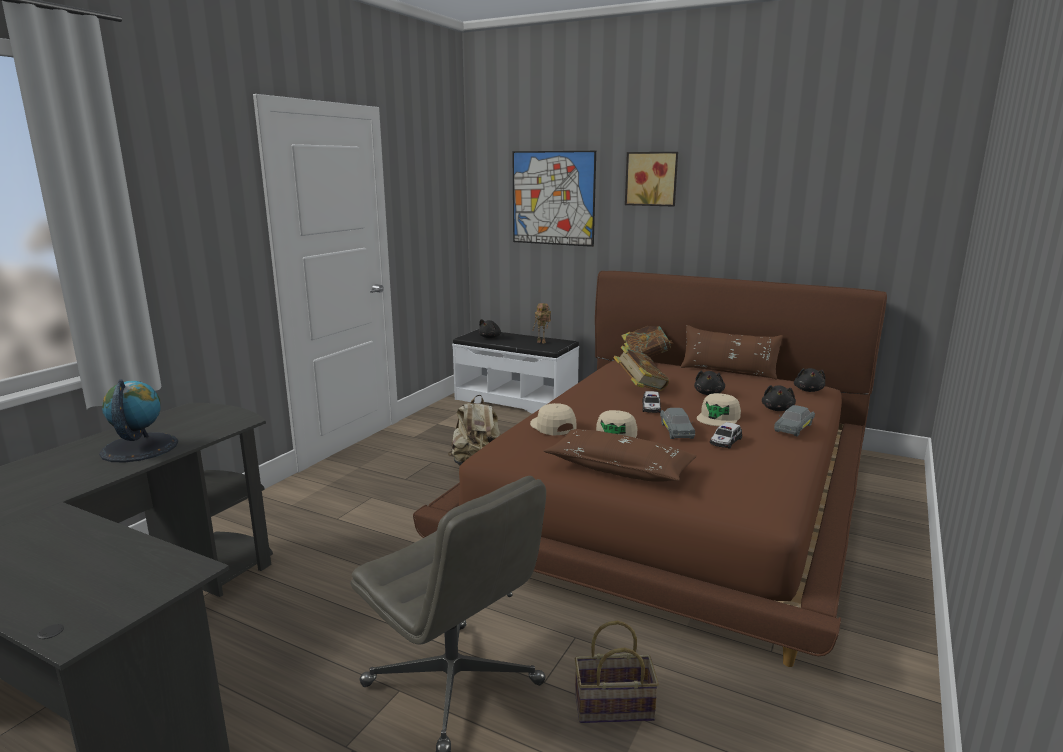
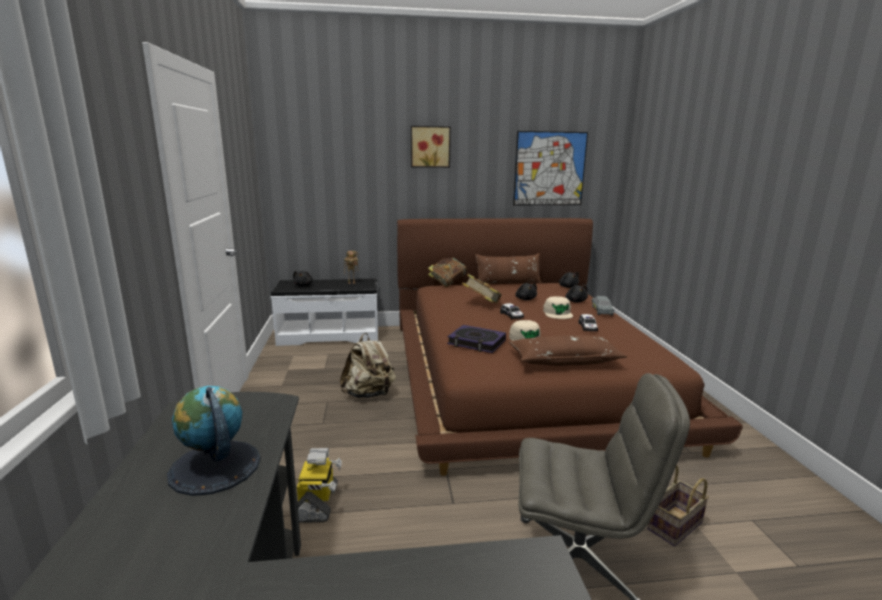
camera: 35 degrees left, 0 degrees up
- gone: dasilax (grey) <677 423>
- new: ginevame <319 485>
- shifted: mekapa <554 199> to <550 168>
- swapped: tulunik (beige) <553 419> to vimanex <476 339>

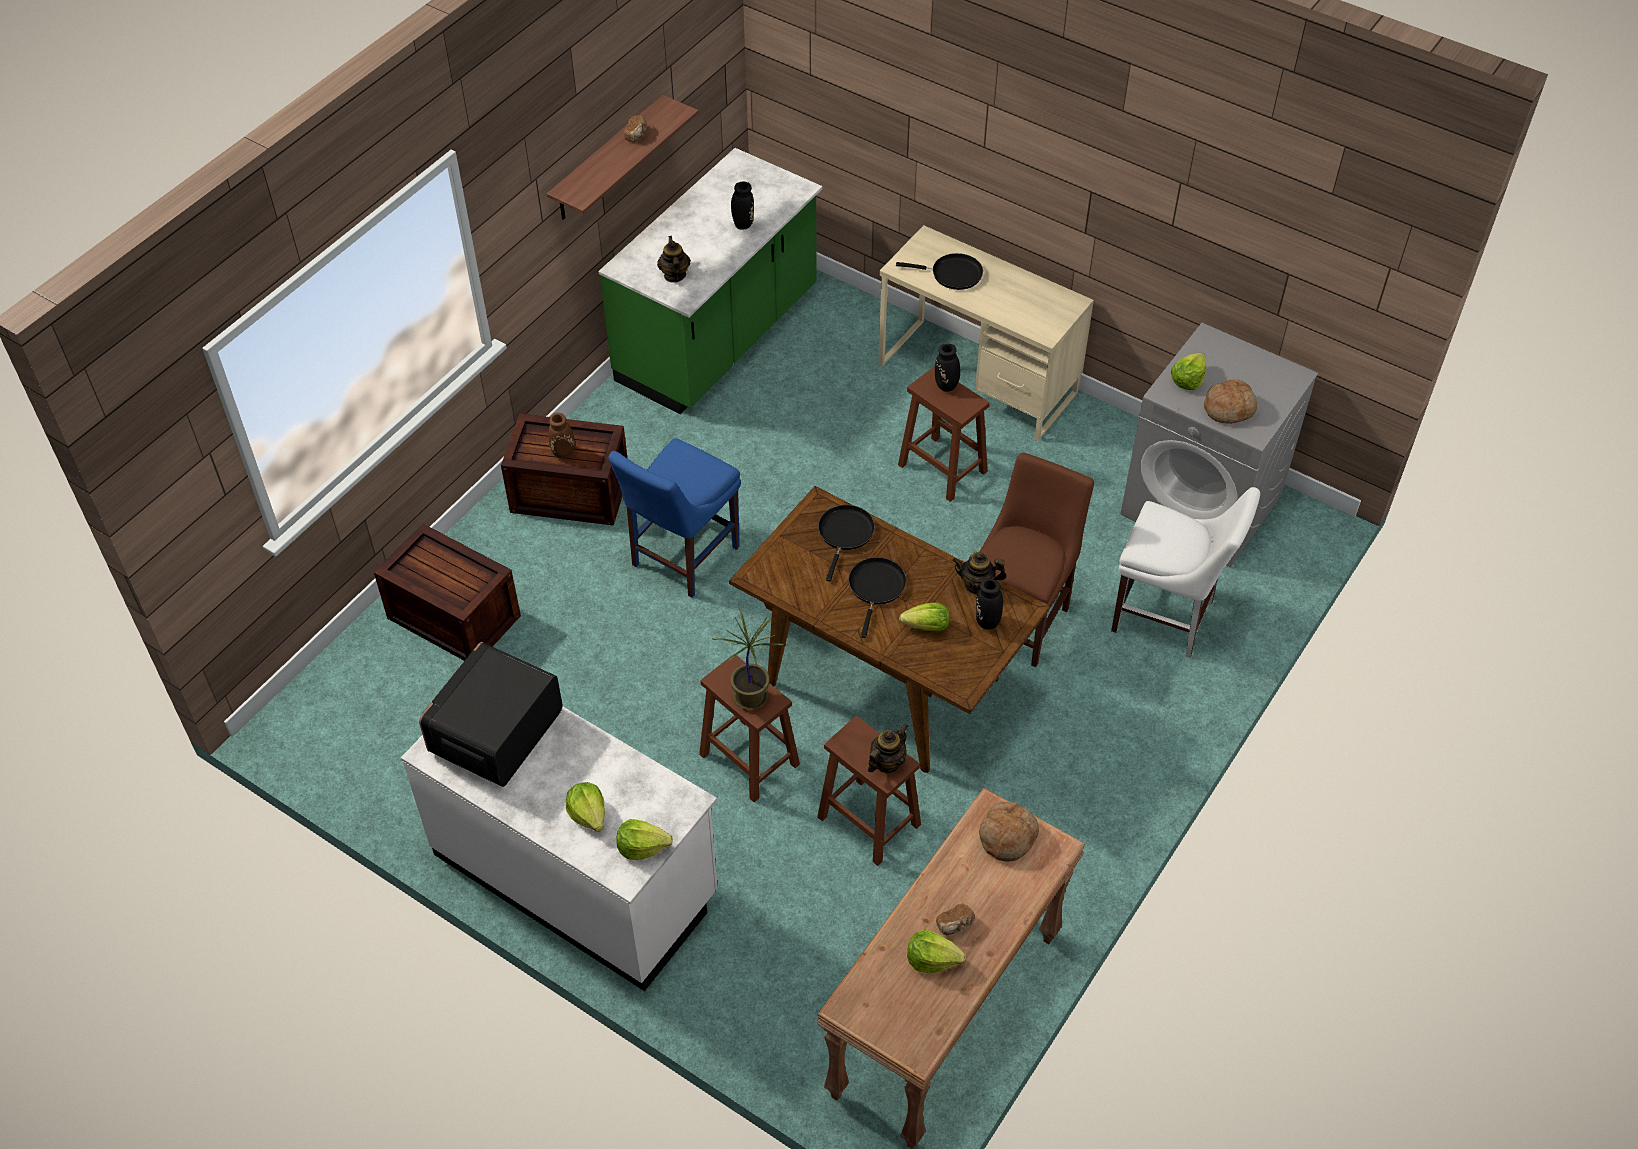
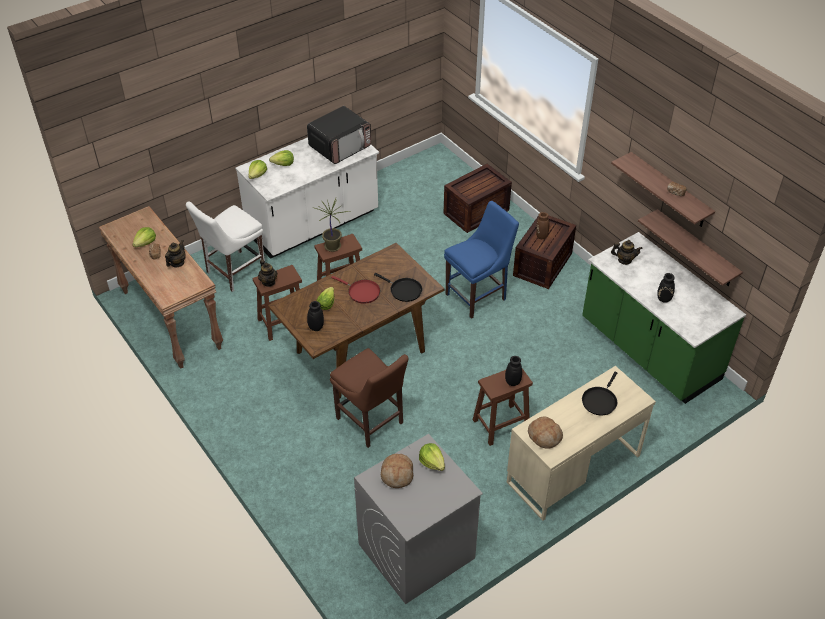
camera: 110 degrees right, 5 degrees down
- new: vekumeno <690 247>
- shifted: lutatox <979 573> to <175 253>
- shifted: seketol <1009 832> to <545 432>
- shifted: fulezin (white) <1185 572> to <225 246>
- repainted: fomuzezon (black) <877 597> to fomuzezon (red) <355 290>
- rotated: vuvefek <491 714> = <339 135> 90 degrees clockwise
- rotated: fulezin (blue) <675 518> = <481 260> 90 degrees clockwise

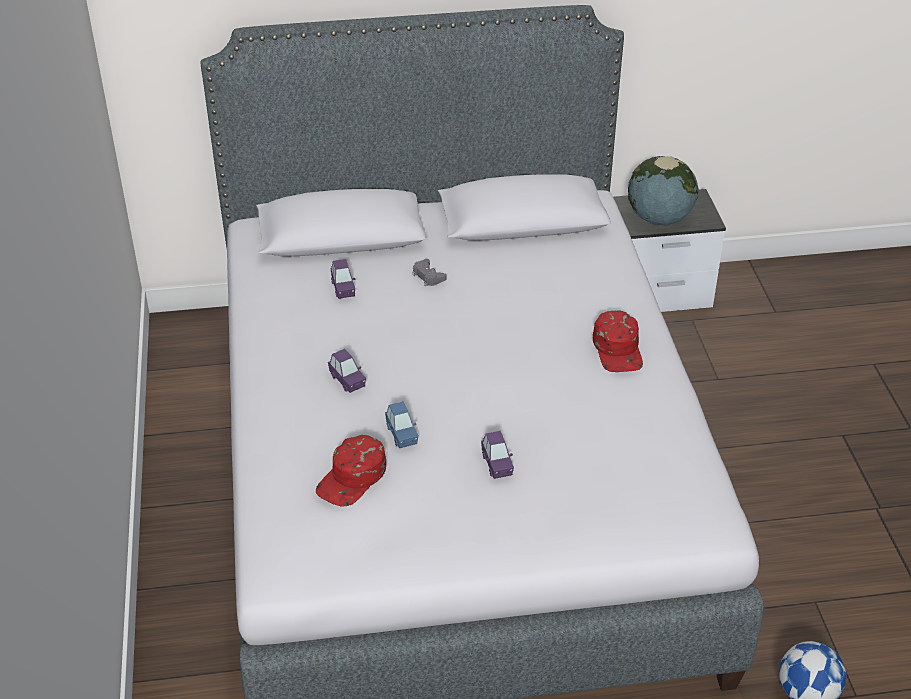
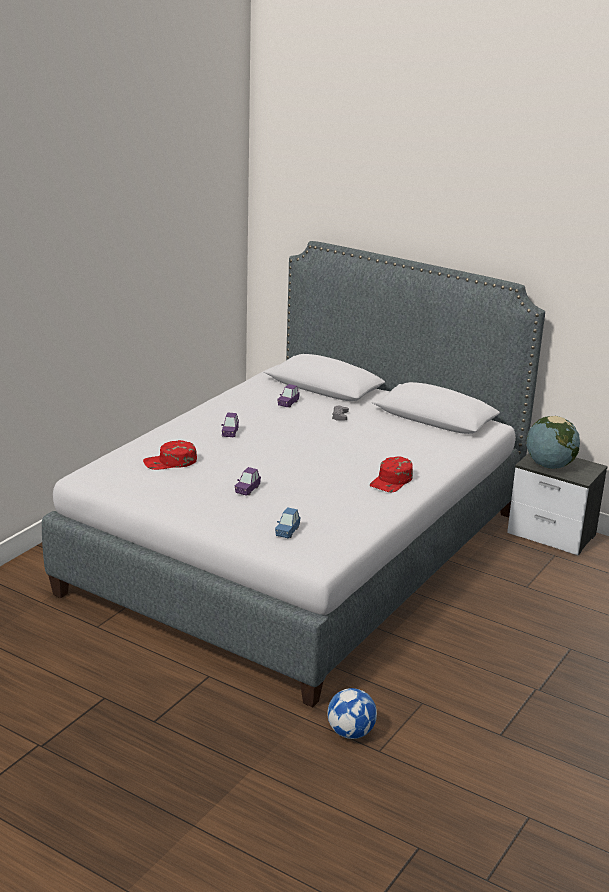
camera: 40 degrees right, 15 degrees down
- shifted: dasilax (blue) <401 424> to <288 522>

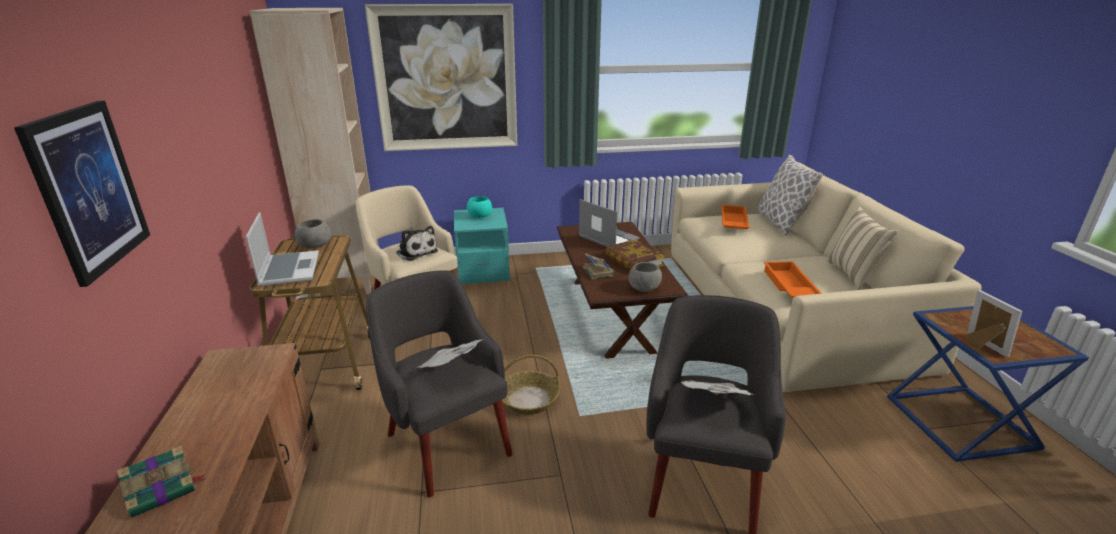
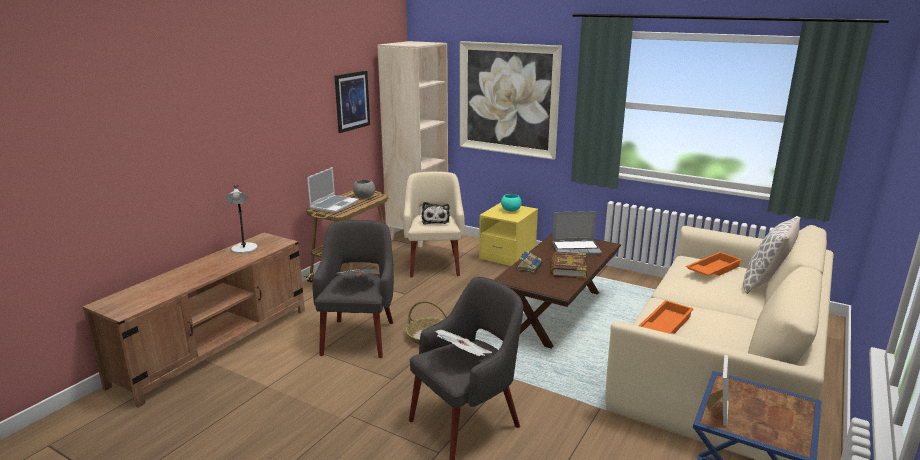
camera: 40 degrees right, 5 degrees down
- gone: vimanex <161 482>
- gone: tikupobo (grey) <645 277>
- gone: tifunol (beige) <862 248>
- new: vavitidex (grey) <241 219>
- shifted: mekapa <82 193> to <352 102>
- repainted: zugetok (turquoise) <482 246> to zugetok (yellow) <508 234>
- rotated: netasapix <609 223> = <577 233> 90 degrees clockwise

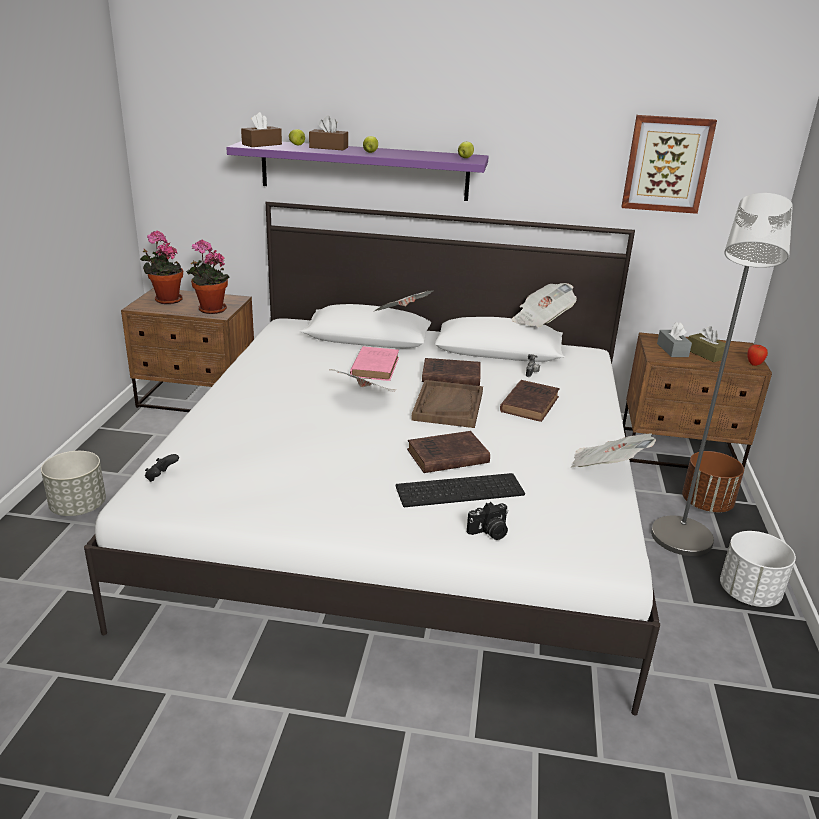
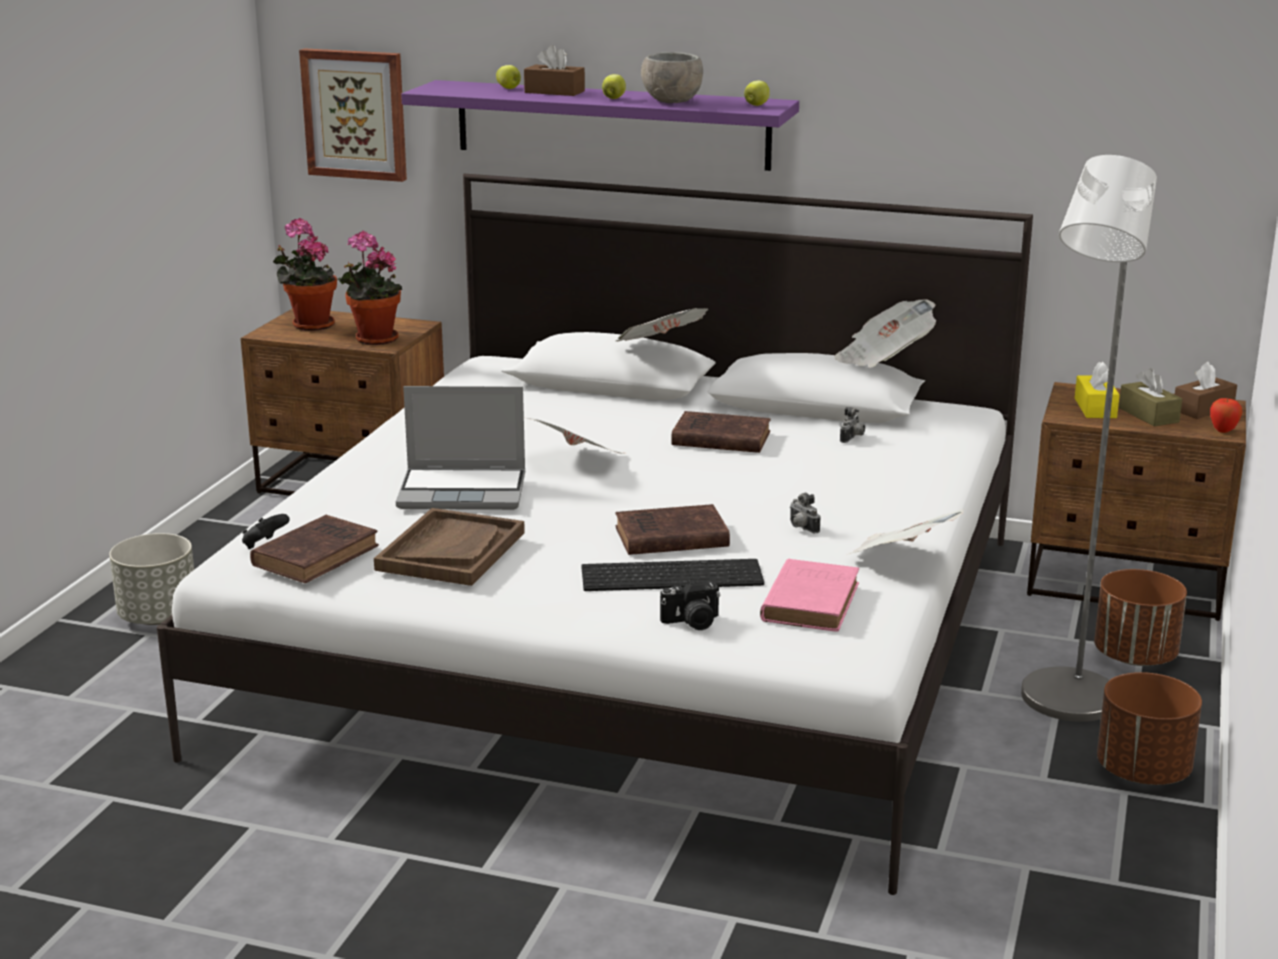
camera: 10 degrees right, 5 degrees down
- new: netasapix <460 448>
- new: tikupobo (grey) <672 77>
- new: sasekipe <805 513>
- shifted: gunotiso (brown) <261 129> to <1206 390>
- shifted: vimanex (pink) <374 363> to <809 595>
- shifted: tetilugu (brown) <447 404> to <449 547>
- shifted: vimanex (brown) <530 401> to <314 549>
- shifted: mekapa <669 164> to <353 115>
- repainted: gunotiso (grey) <674 339> to gunotiso (yellow) <1097 390>
- repainted: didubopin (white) <758 569> to didubopin (brown) <1149 728>

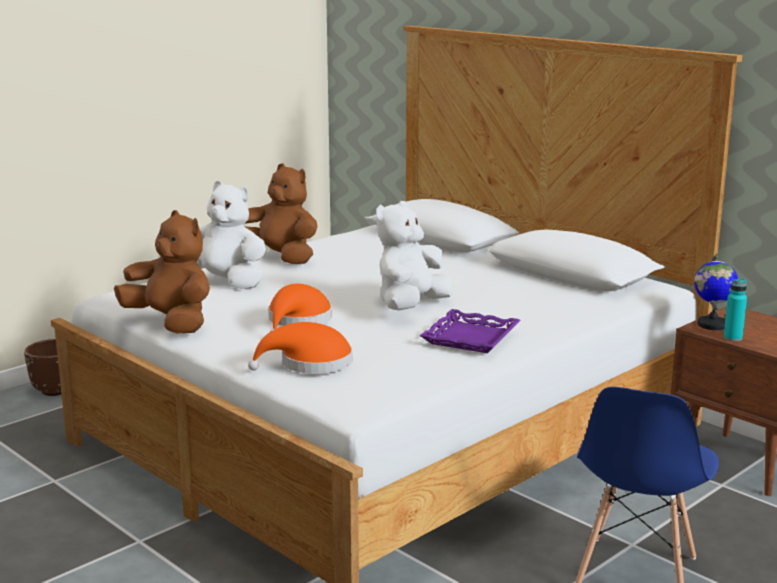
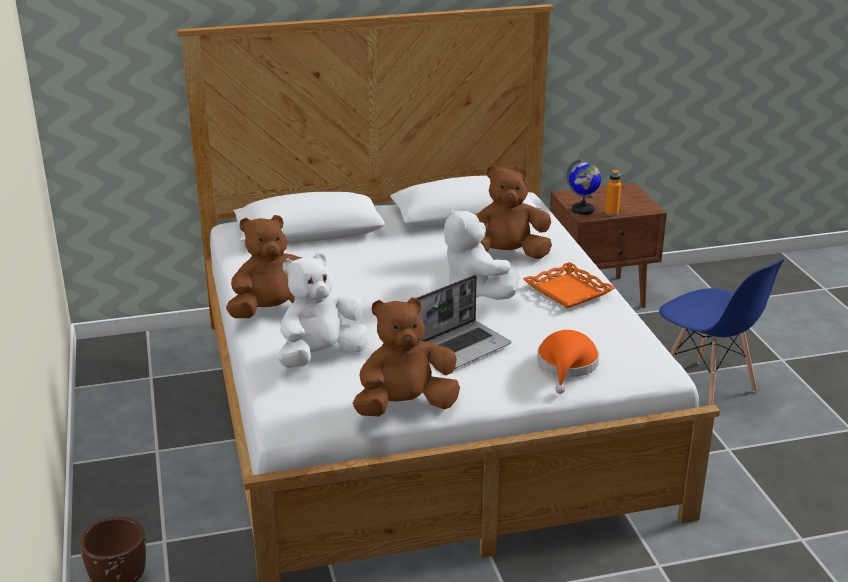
camera: 60 degrees left, 10 degrees up
- new: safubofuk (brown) <514 212>
- swapped: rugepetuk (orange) <300 308> to netasapix <464 322>
- repainted: tetilugu (purple) <470 331> to tetilugu (orange) <569 285>
- repainted: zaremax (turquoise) <735 309> to zaremax (orange) <613 192>

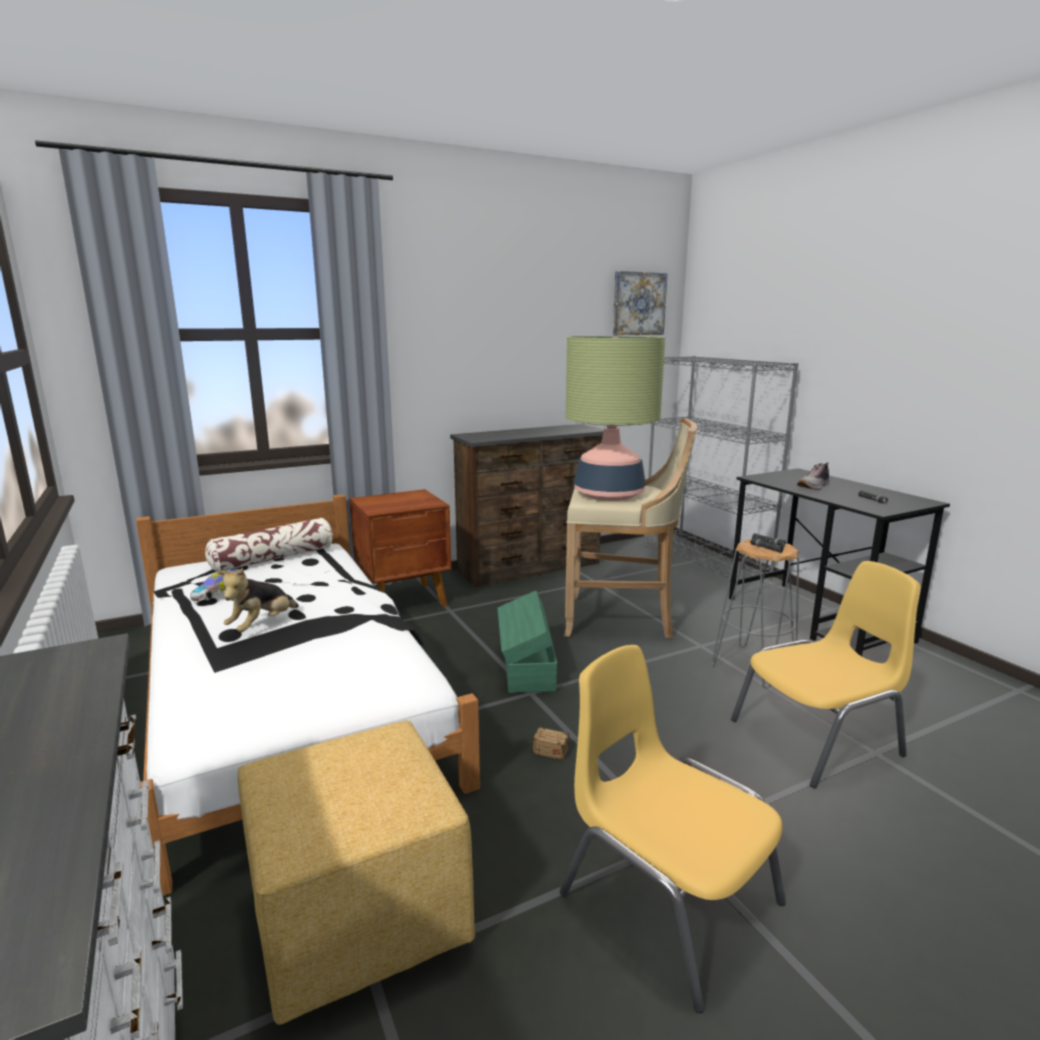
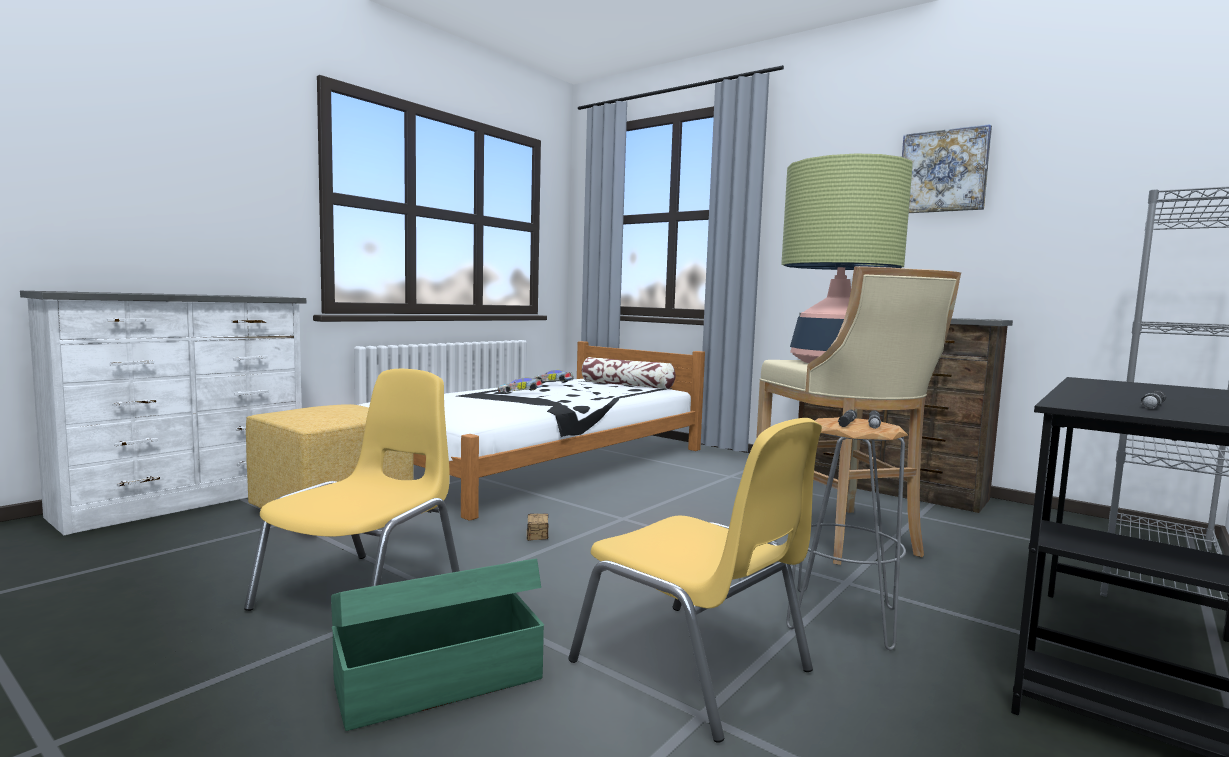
camera: 65 degrees right, 10 degrees down
- gone: zugetok (brown) <400 547>
- gone: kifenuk <813 476>
- shifted: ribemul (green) <527 642> to <437 645>
- shifted: mekapa <640 303> to <947 168>
- swapped: safubofuk <258 600> to dasilax <520 385>

